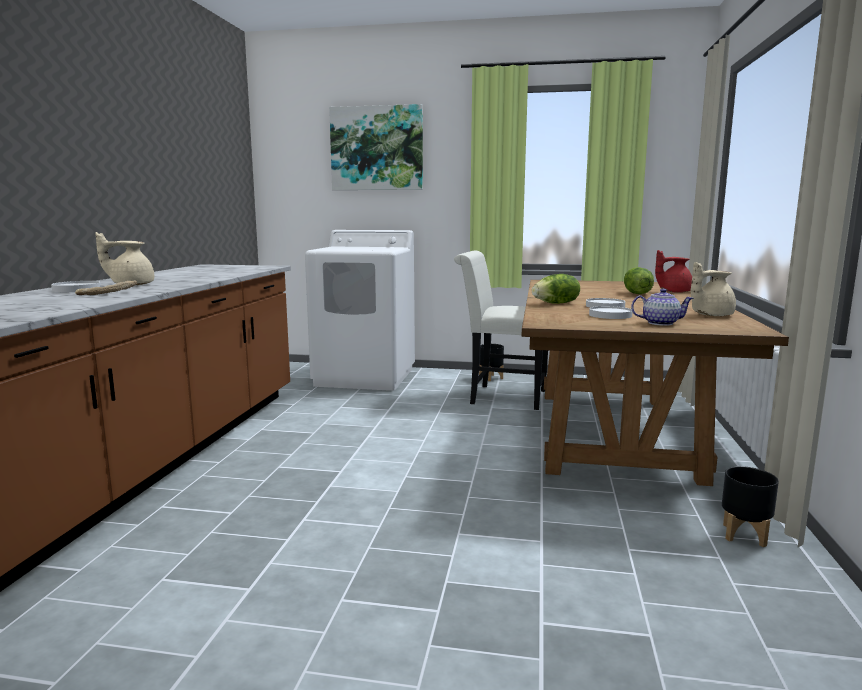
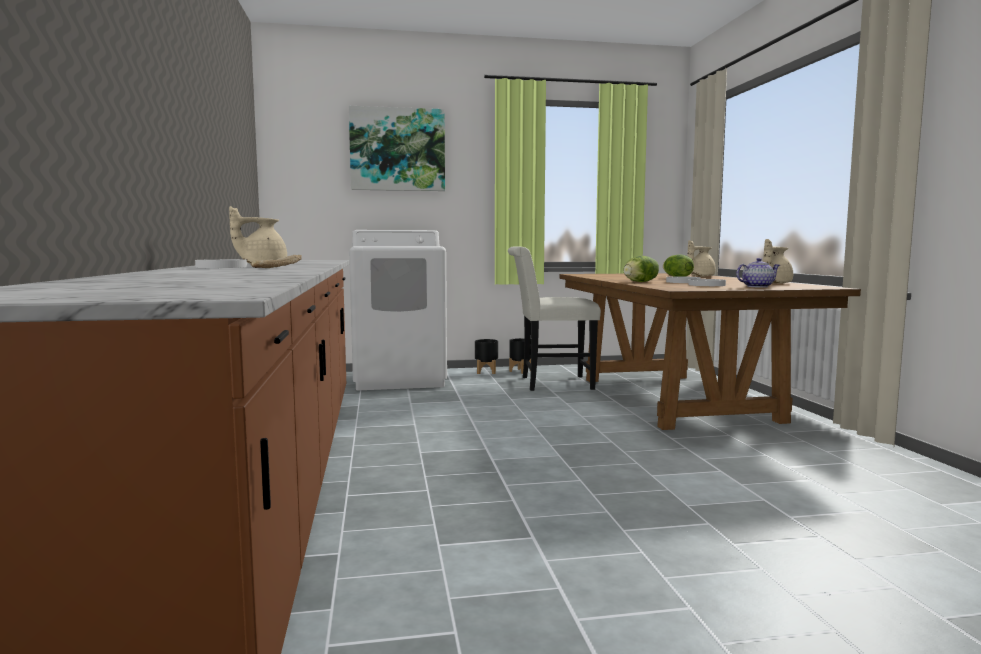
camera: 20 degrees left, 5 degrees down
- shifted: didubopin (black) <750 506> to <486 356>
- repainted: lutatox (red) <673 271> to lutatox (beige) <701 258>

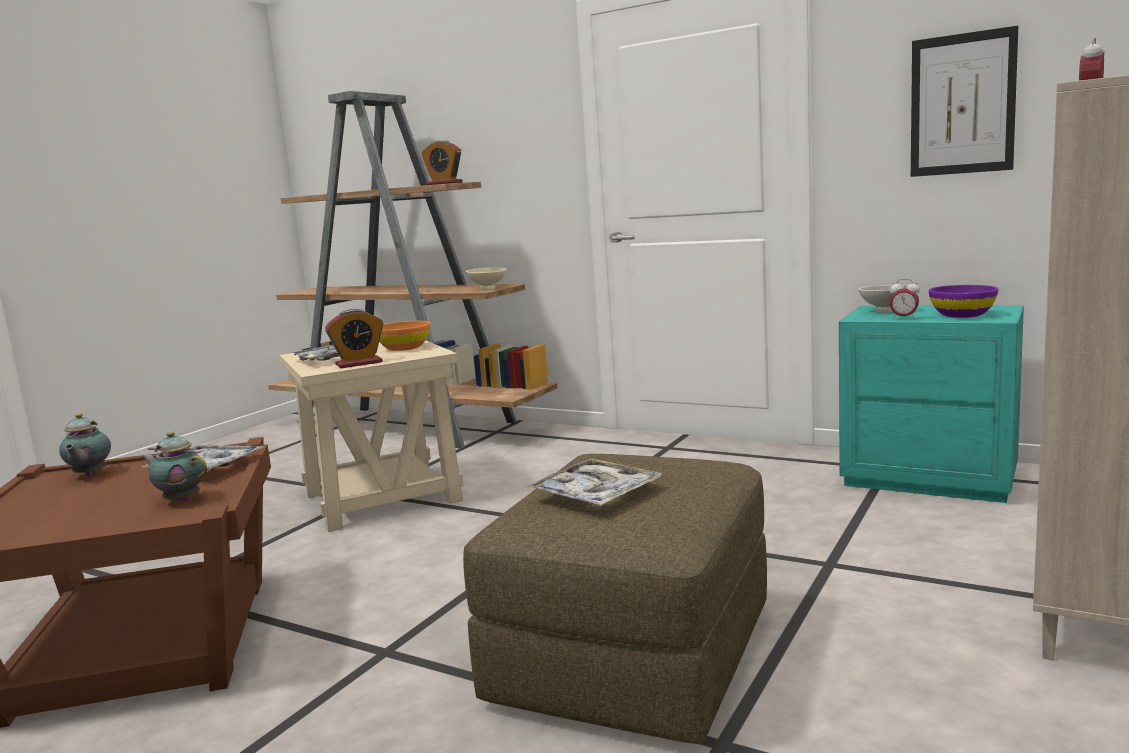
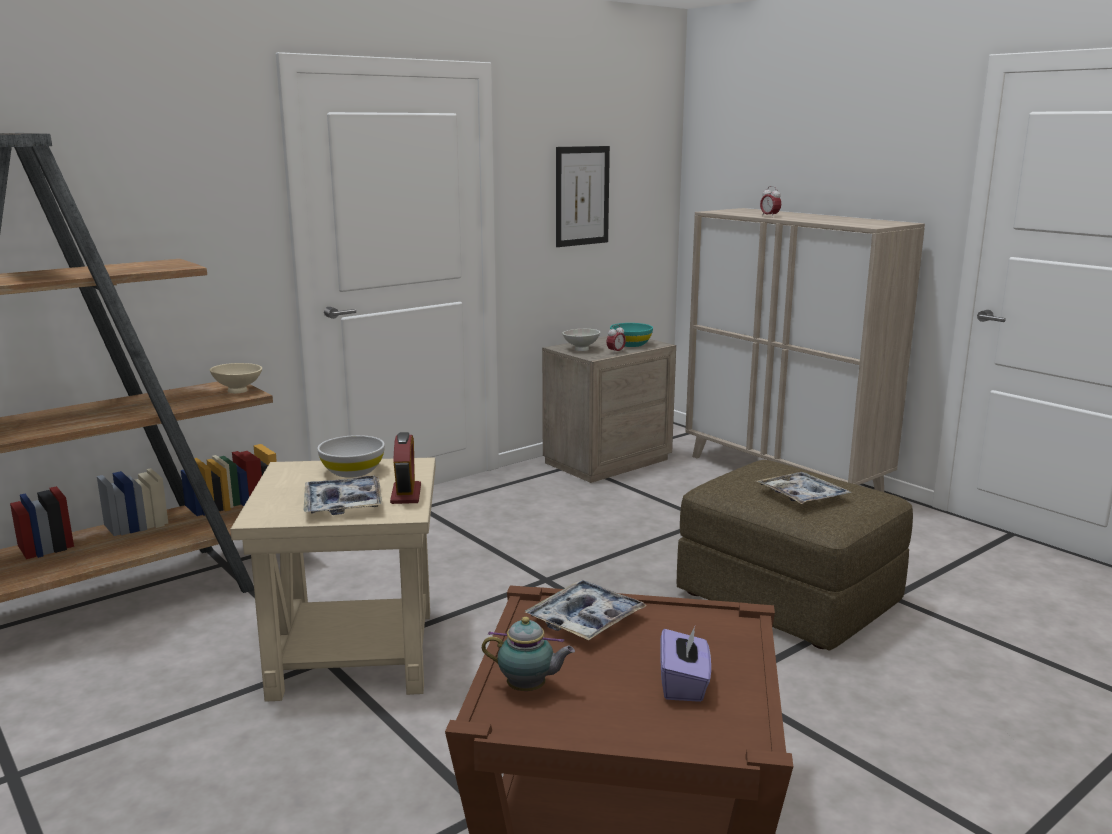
camera: 70 degrees left, 5 degrees up
- gone: lutatox <174 466>
- gone: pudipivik <442 162>
- new: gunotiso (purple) <685 664>
- repainted: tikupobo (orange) <404 336> to tikupobo (white) <351 456>
- repainted: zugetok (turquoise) <931 404> to zugetok (beige) <609 409>
- repainted: tikupobo (purple) <963 301> to tikupobo (turquoise) <631 335>

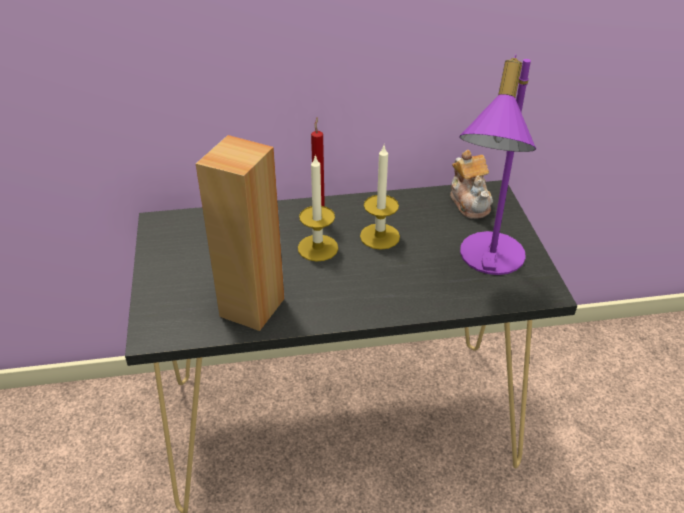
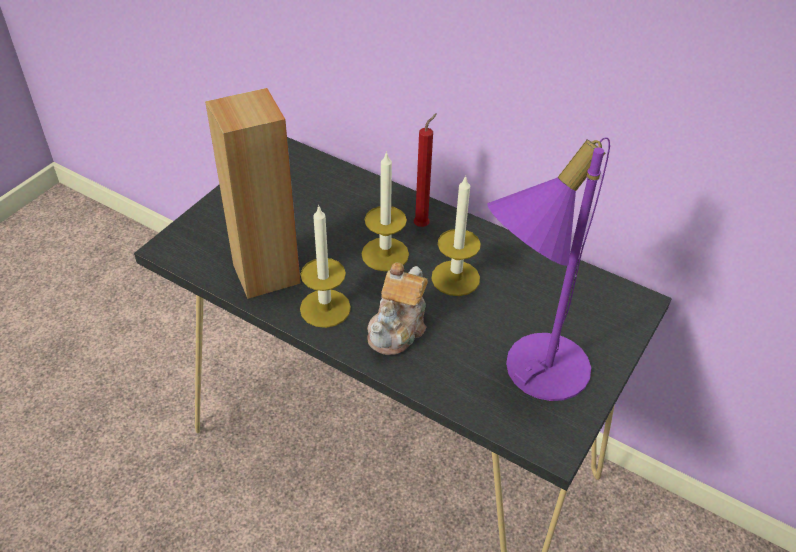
camera: 40 degrees right, 5 degrees up
- new: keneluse <325 266>
- shifted: lutatox <471 184> to <397 309>

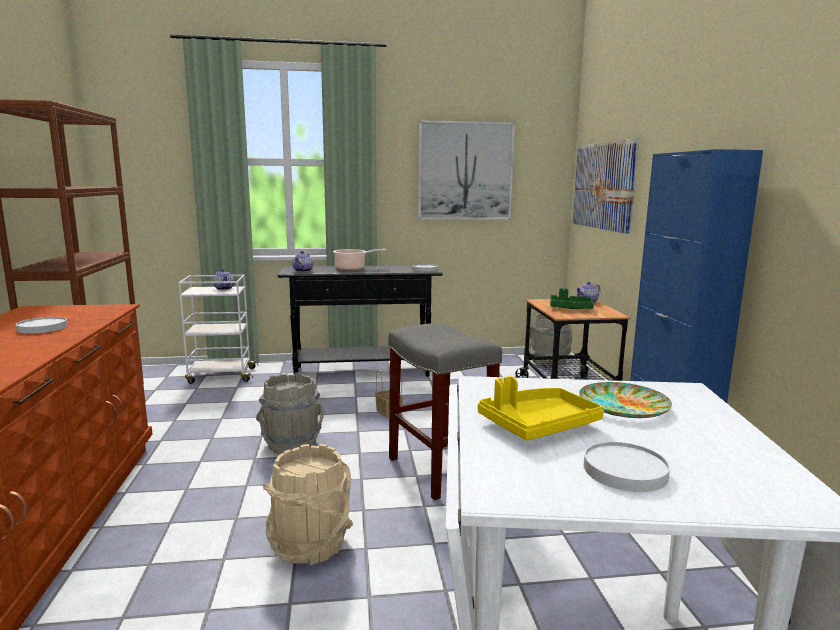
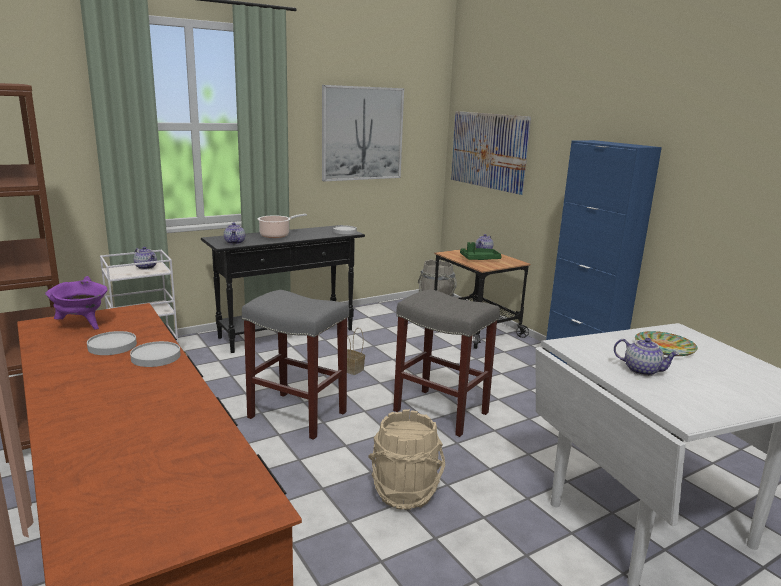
camera: 25 degrees left, 5 degrees up
- new: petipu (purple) <76 303>
- shifted: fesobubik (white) <627 467> to <155 354>
- swapped: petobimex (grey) <290 413> to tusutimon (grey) <295 365>
- swapped: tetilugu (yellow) <541 408> to lutatox <647 357>

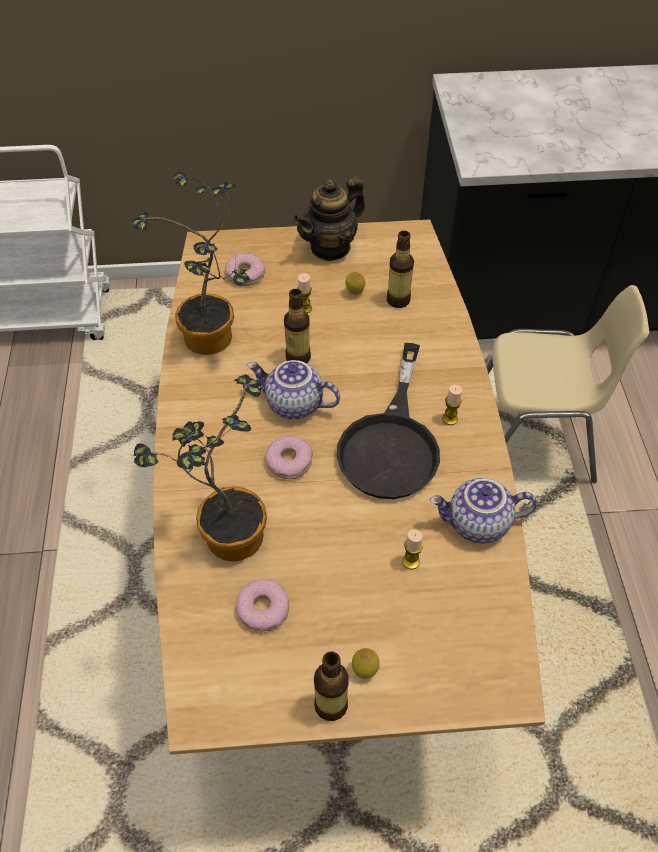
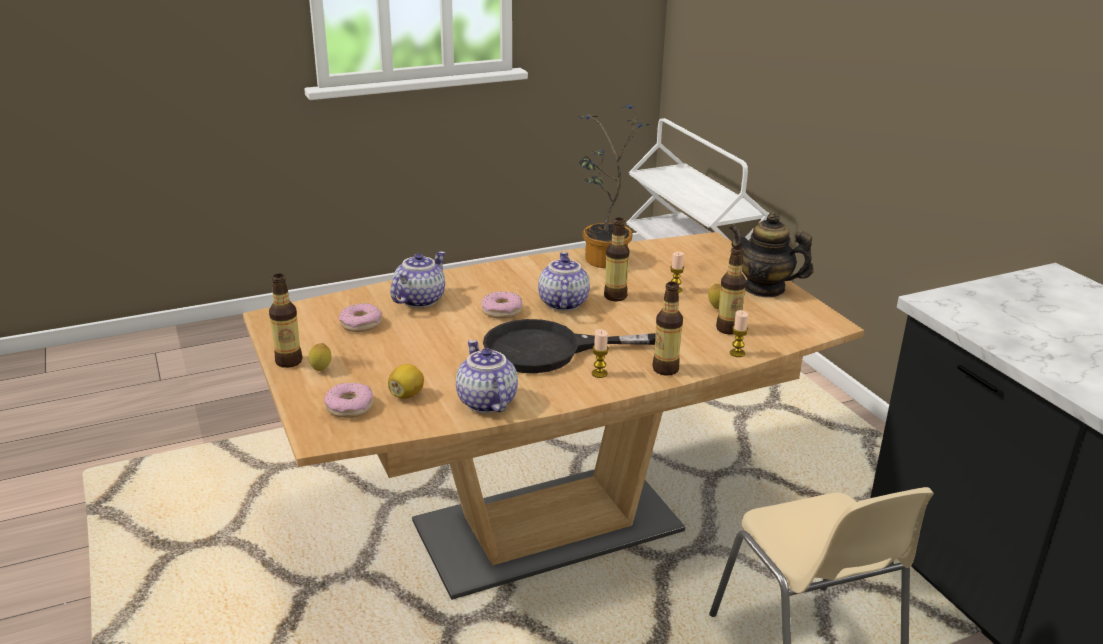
camera: 70 degrees right, 25 degrees down
- new: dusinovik <406 381>
- new: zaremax <668 328>
- shifted: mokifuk <245 269> to <349 400>
- shifted: keneluse <412 549> to <739 333>
- swapped: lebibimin <200 467> to lutatox <418 279>

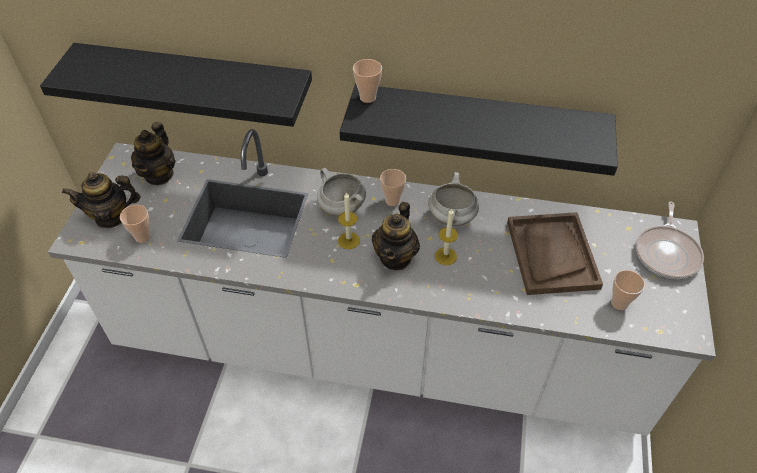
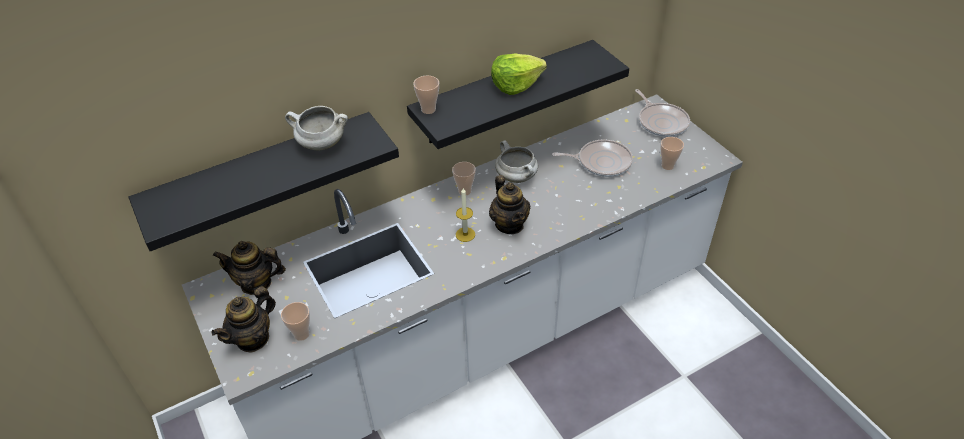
camera: 40 degrees left, 5 degrees down
- gone: keneluse <446 236>
- new: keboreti <519 74>
- shifted: petipu (white) <341 192> to <316 128>
- swapped: tetilugu (brown) <555 253> to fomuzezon <592 158>
- rotated: lutatox <153 153> = <249 268> 120 degrees clockwise

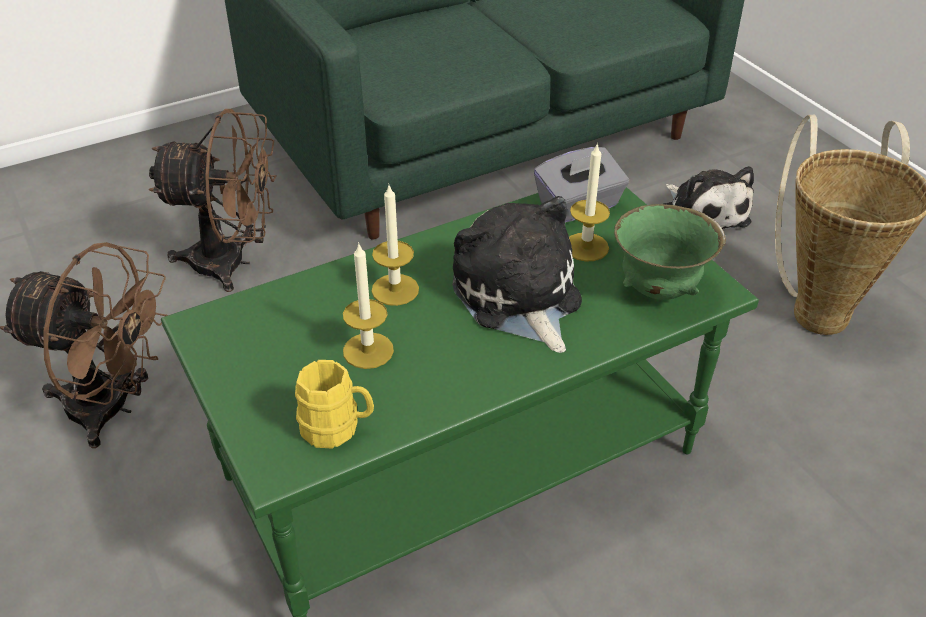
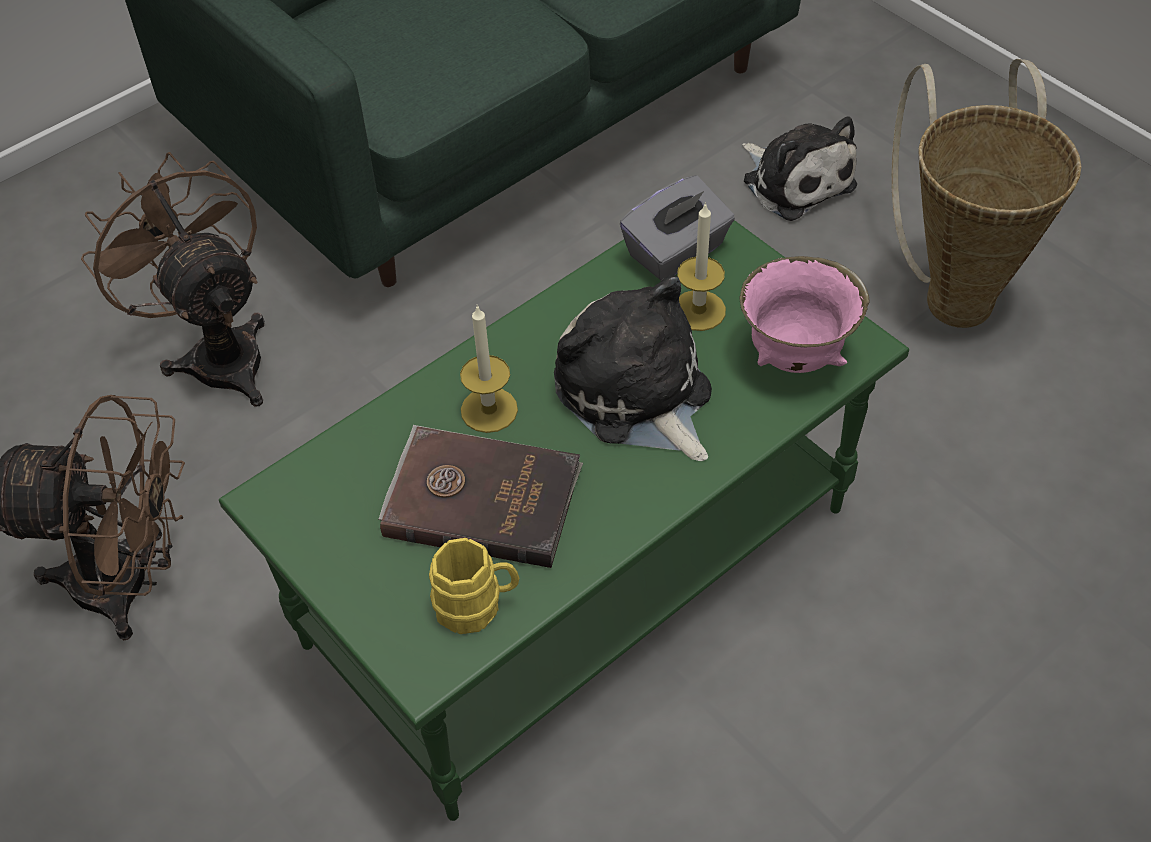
camera: 10 degrees left, 10 degrees up
- swapped: keneluse <368 305> to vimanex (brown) <480 496>
- repainted: tikupobo (green) <670 252> to tikupobo (pink) <805 314>
- rotated: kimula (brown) <212 200> = <173 279> 120 degrees counterclockwise

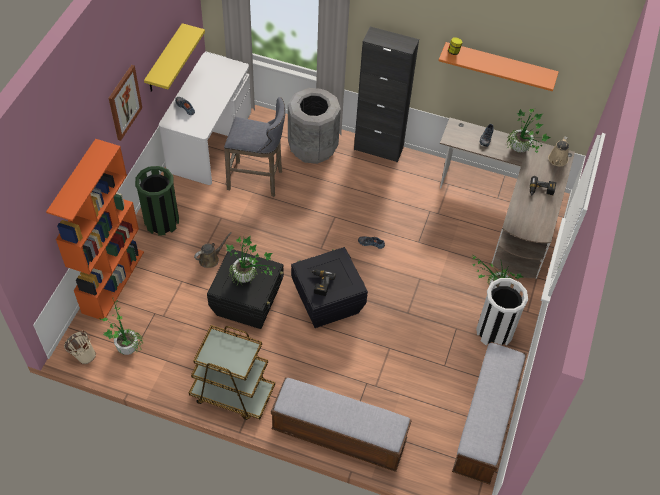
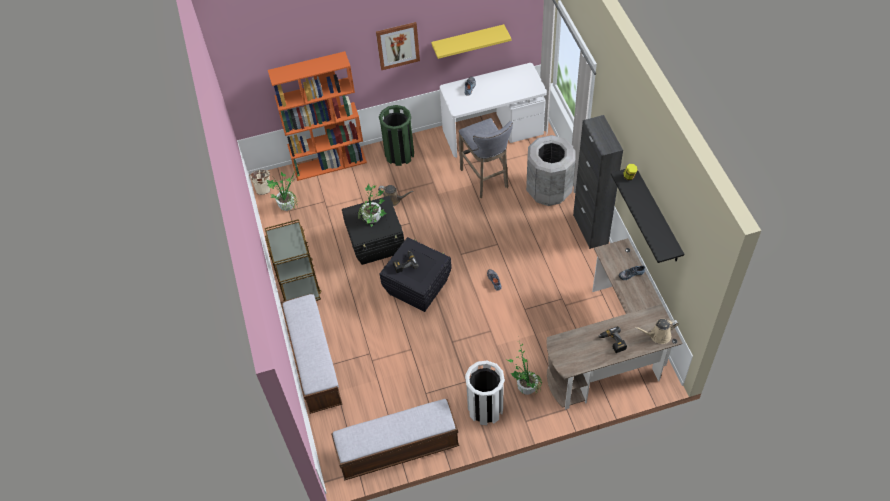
camera: 60 degrees right, 0 degrees up
- gone: lebibimin <528 131>
- repainted: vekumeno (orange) <499 66> to vekumeno (black) <647 216>

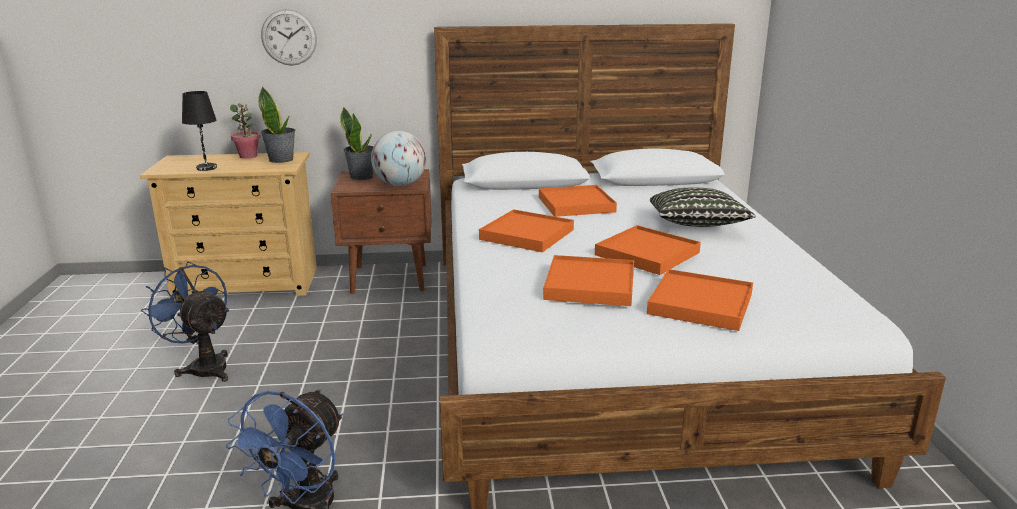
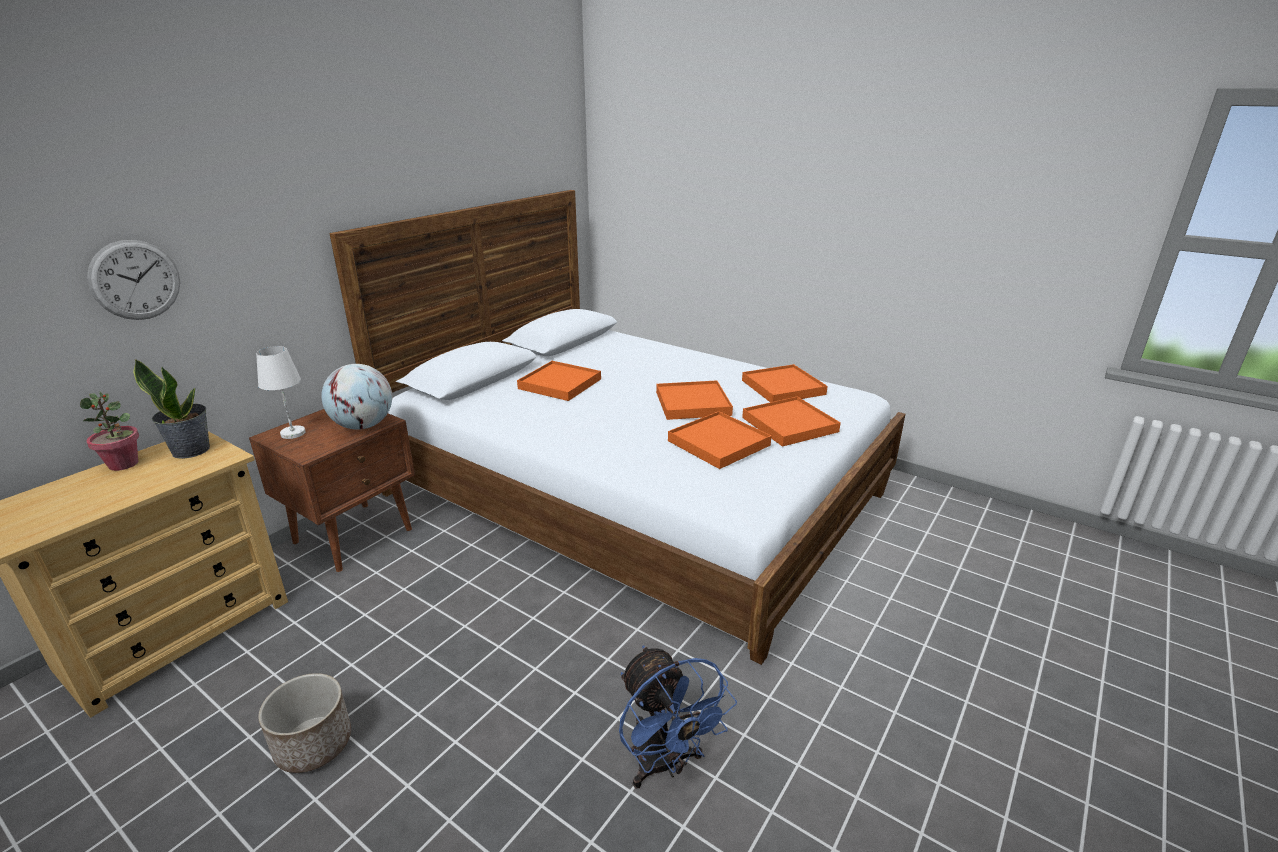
camera: 50 degrees left, 5 degrees up
- gone: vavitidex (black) <199 131>
- gone: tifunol <703 207>
- shifted: tetilugu (orange) <526 230> to <785 383>
- swapped: kimula (blue) <185 321> to didubopin <304 723>
- swapped: lebibimin <357 143> to vavitidex (white) <281 392>

